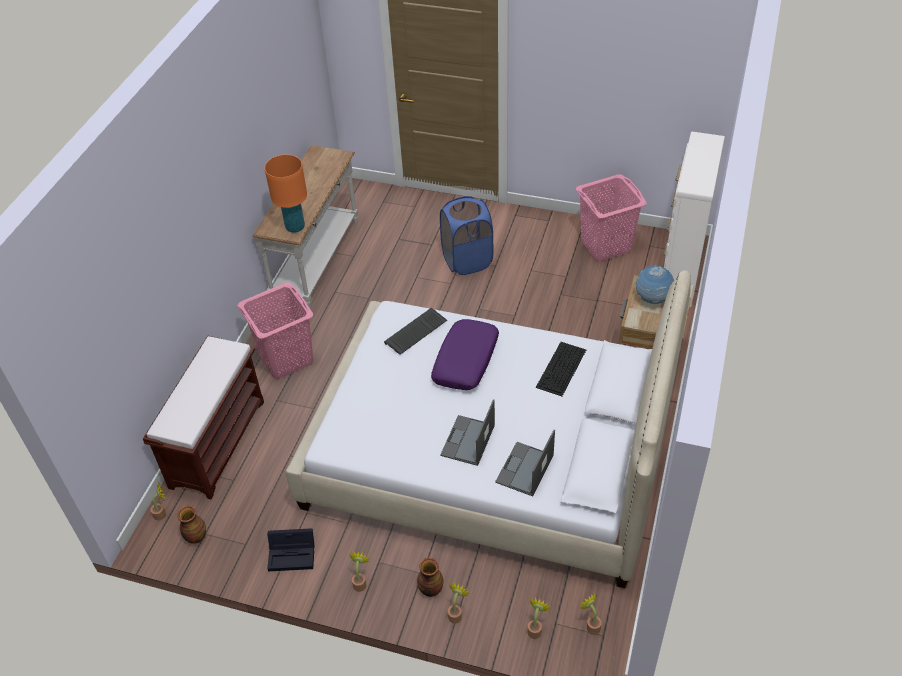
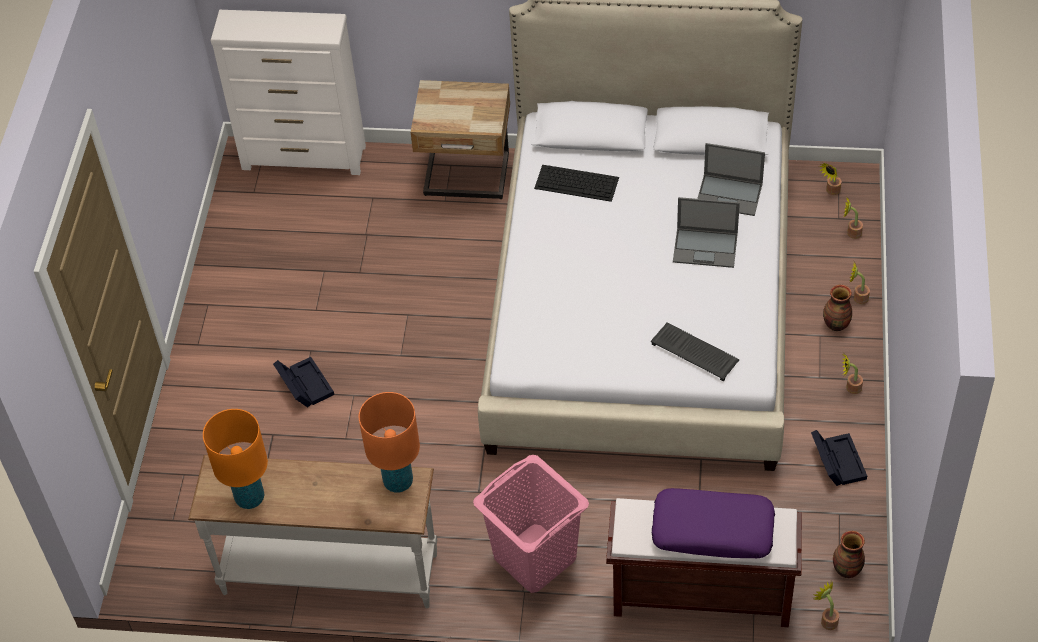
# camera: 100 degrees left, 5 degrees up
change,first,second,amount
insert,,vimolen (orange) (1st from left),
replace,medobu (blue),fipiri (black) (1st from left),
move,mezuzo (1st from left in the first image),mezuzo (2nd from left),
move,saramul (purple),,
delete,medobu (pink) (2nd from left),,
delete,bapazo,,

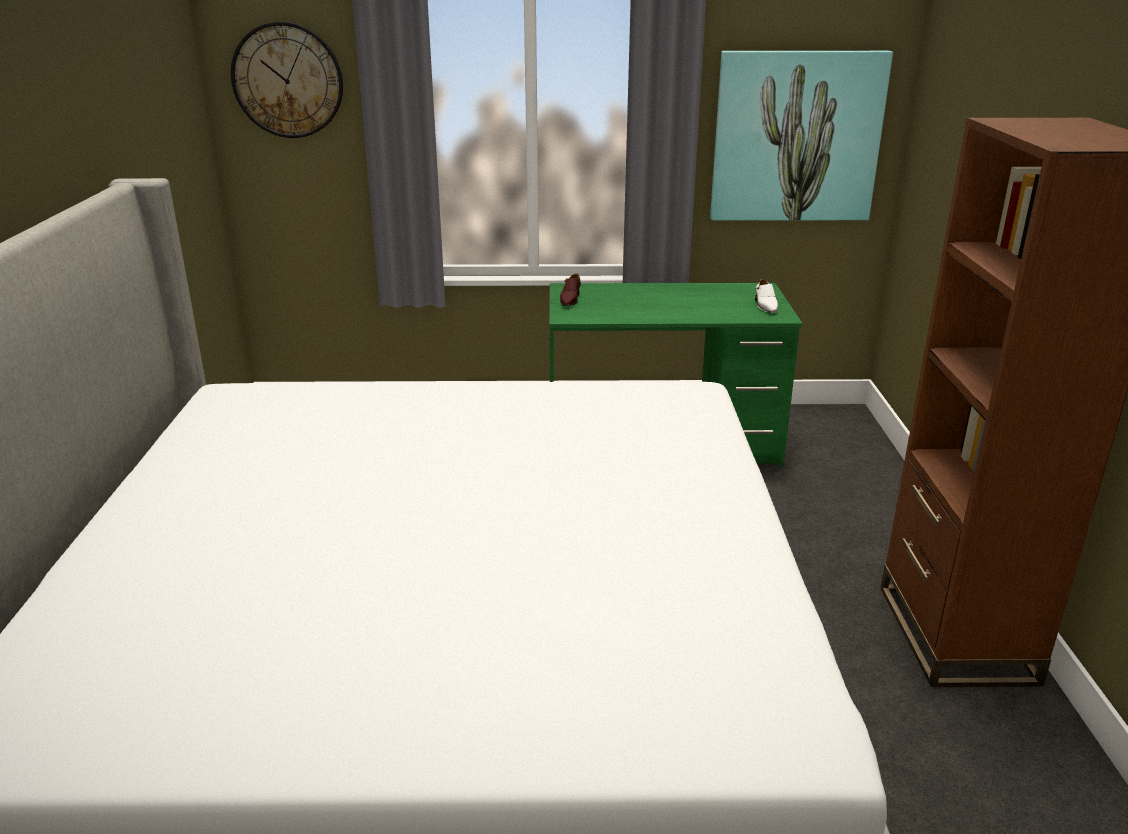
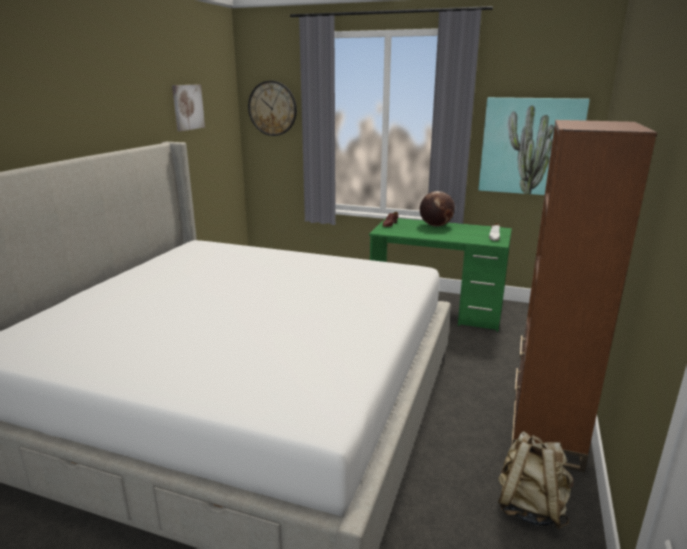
# camera: 20 degrees right, 5 degrees down
change,first,second,amount
insert,,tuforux (1st from left),
insert,,bapazo,
insert,,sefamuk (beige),

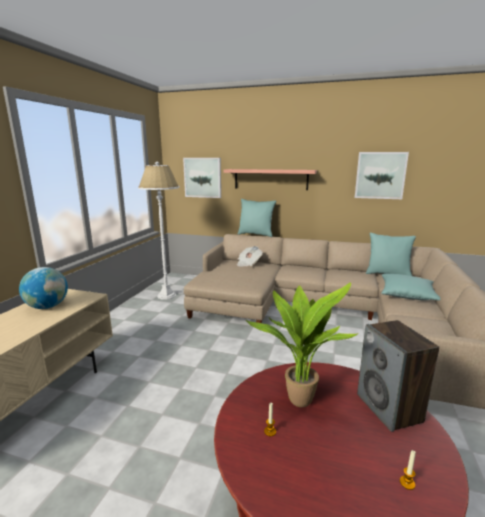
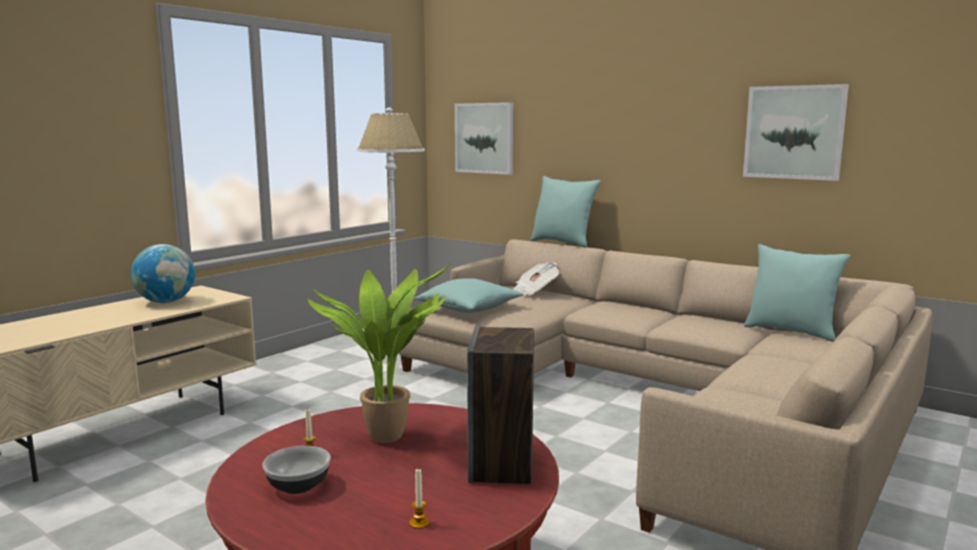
# camera: 20 degrees right, 5 degrees down
change,first,second,amount
insert,,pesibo,
move,saramul (turquoise) (3rd from left in the first image),saramul (turquoise) (1st from left),
delete,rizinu,,

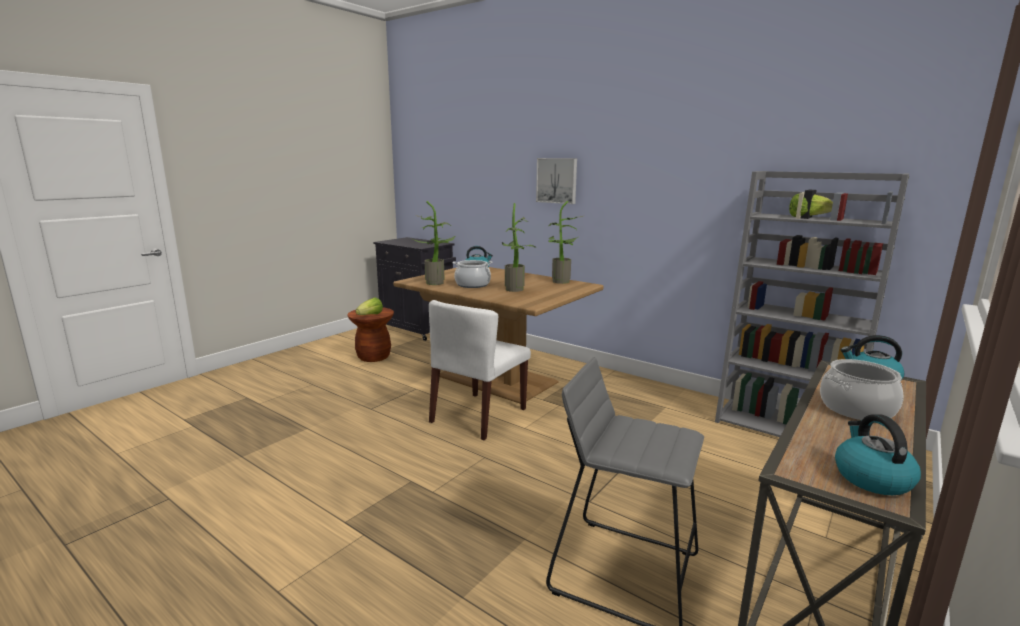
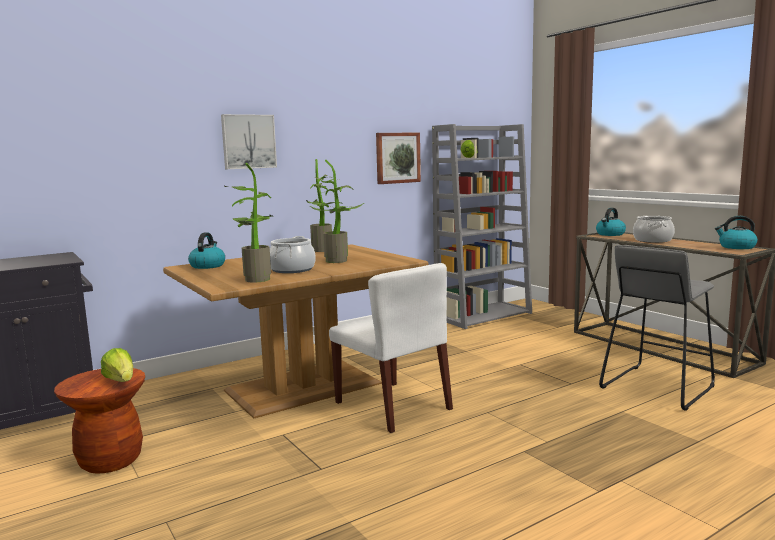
# camera: 70 degrees left, 5 degrees down
change,first,second,amount
insert,,tuforux (2nd from left),

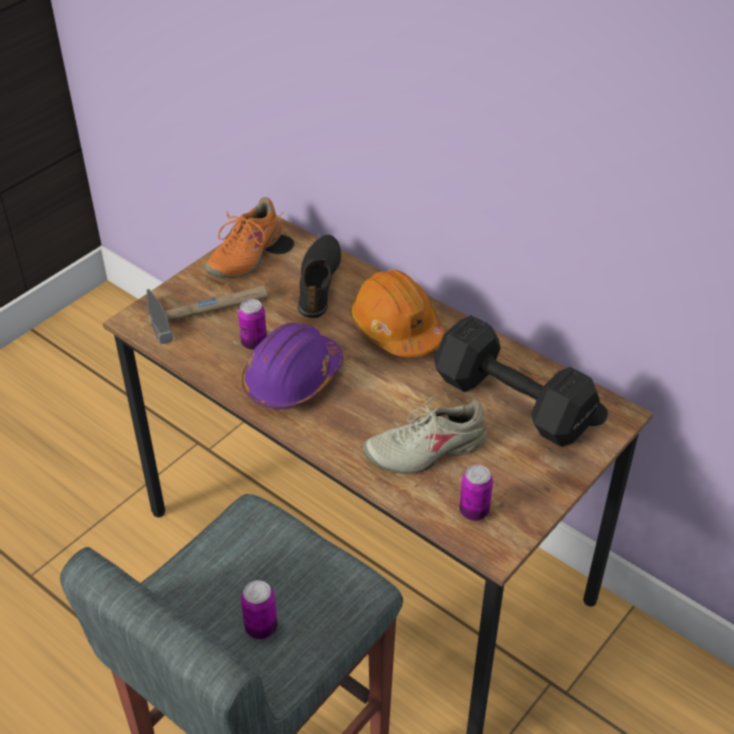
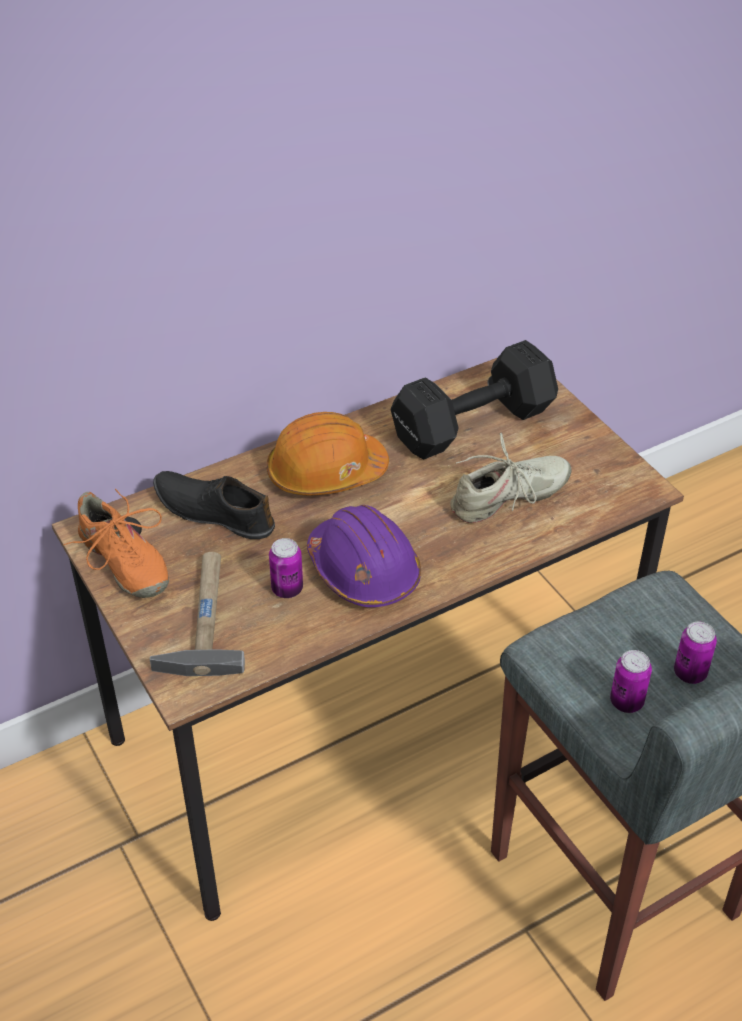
# camera: 70 degrees left, 0 degrees up
change,first,second,amount
rotate,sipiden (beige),,120 degrees counterclockwise
move,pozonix (3rd from left in the first image),pozonix (2nd from left),

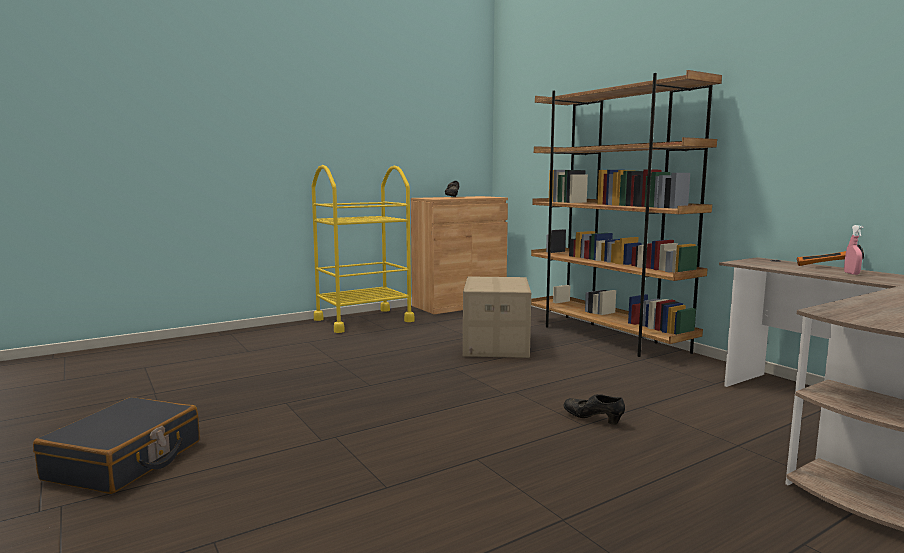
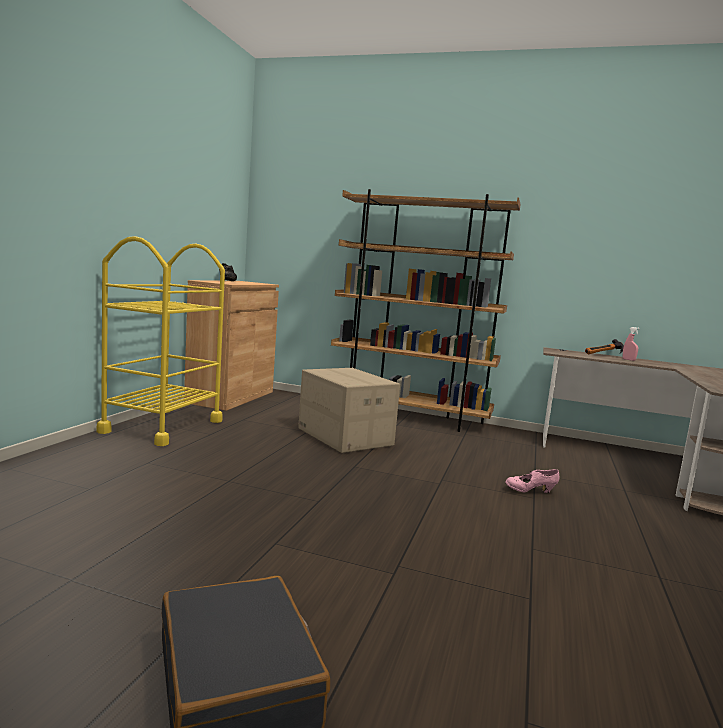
# camera: 40 degrees left, 0 degrees up
change,first,second,amount
recolor,sipiden (black) (2nd from left),sipiden (pink),

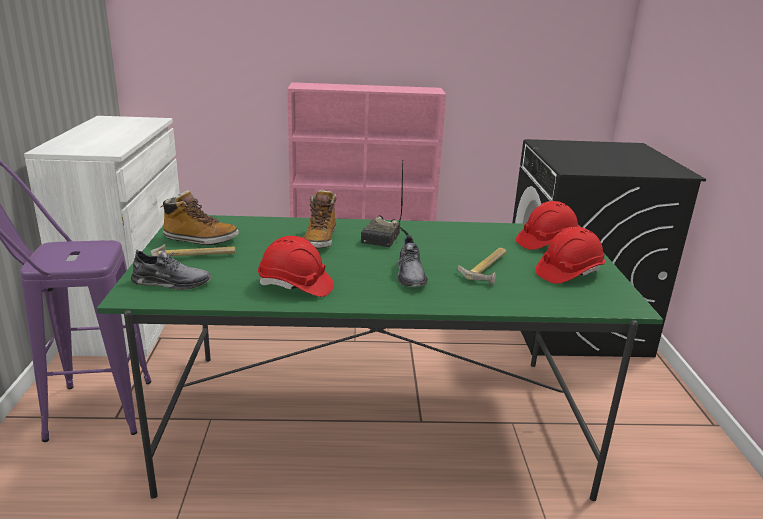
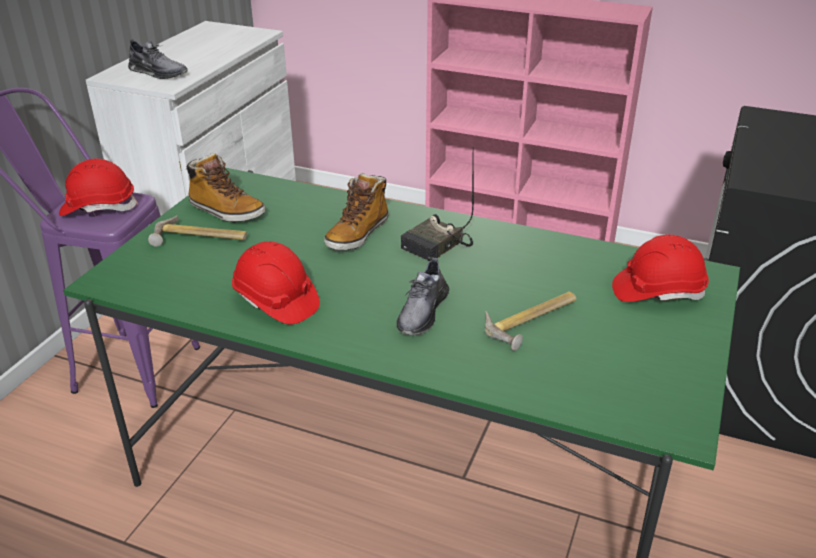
# camera: 25 degrees right, 10 degrees up
change,first,second,amount
move,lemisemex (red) (3rd from left in the first image),lemisemex (red) (1st from left),
move,sipiden (grey) (1st from left),,

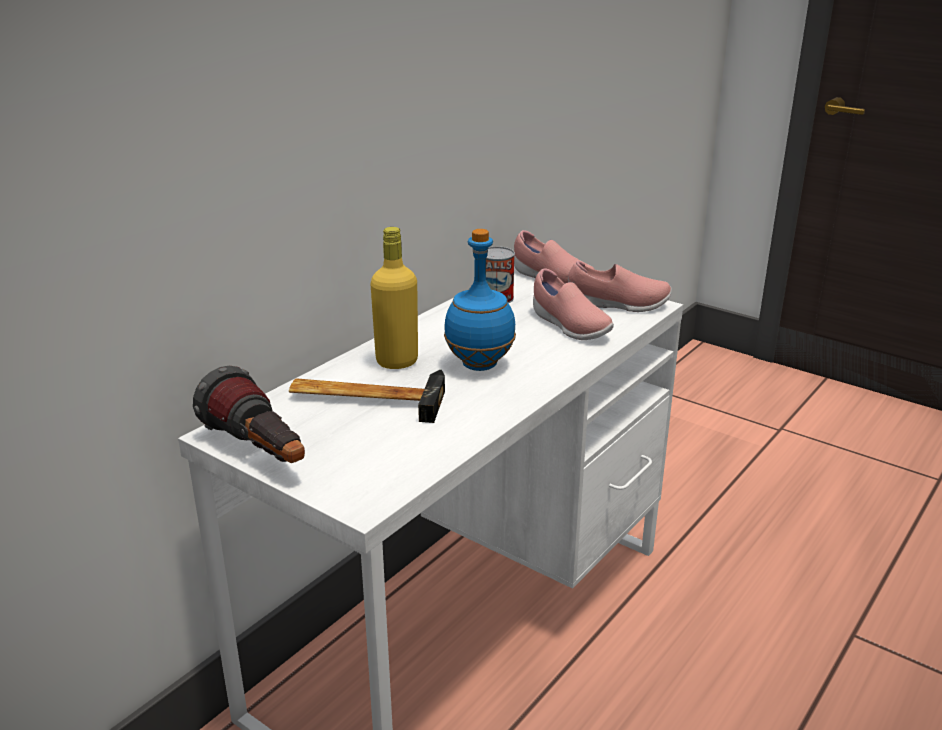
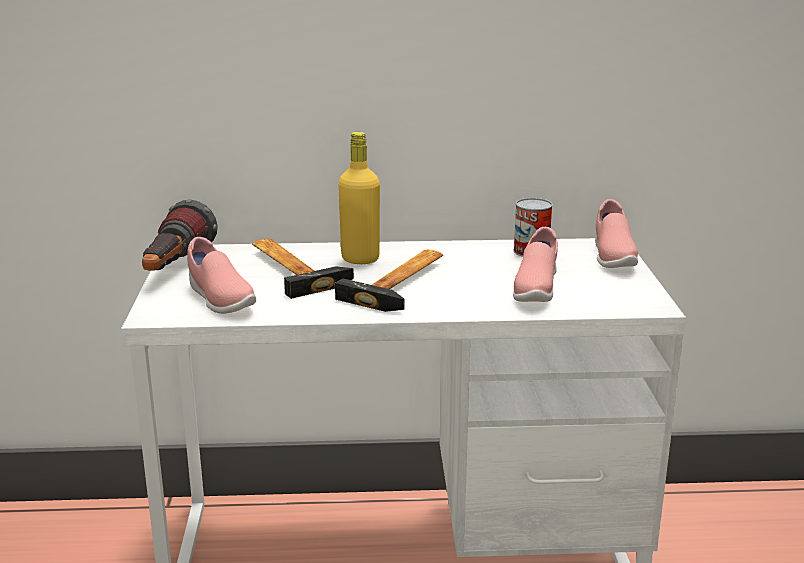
# camera: 50 degrees right, 5 degrees down
change,first,second,amount
move,sipiden (pink) (3rd from left in the first image),sipiden (pink) (1st from left),
replace,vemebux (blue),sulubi (2nd from left),

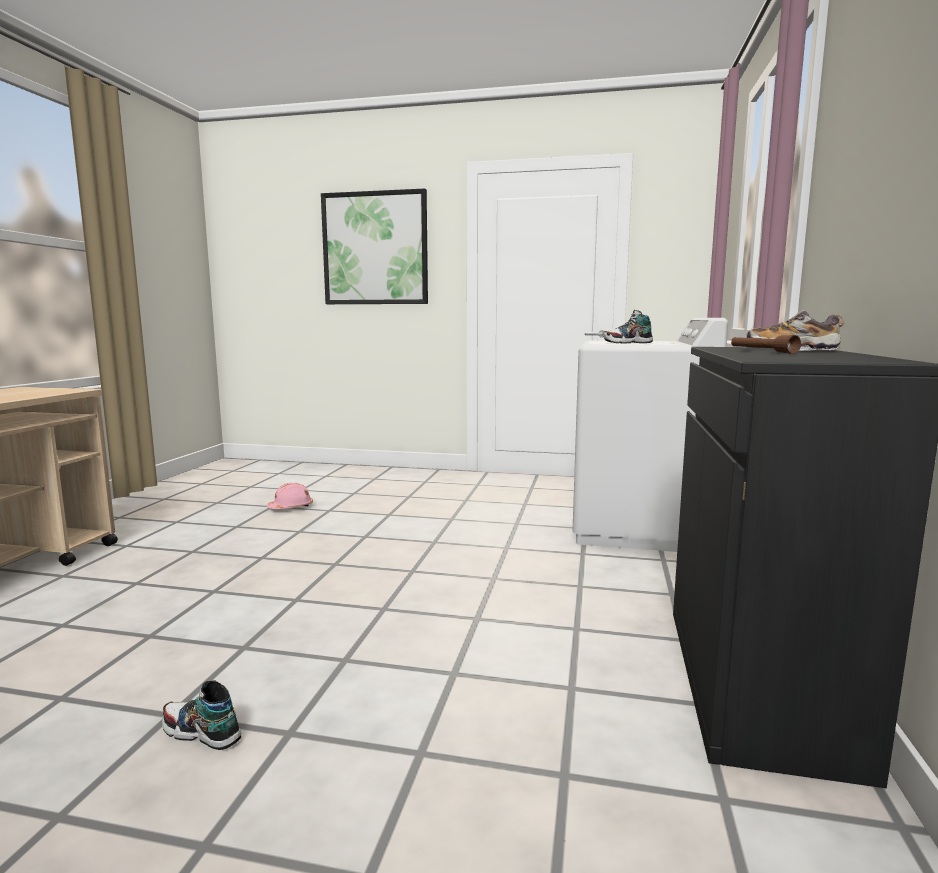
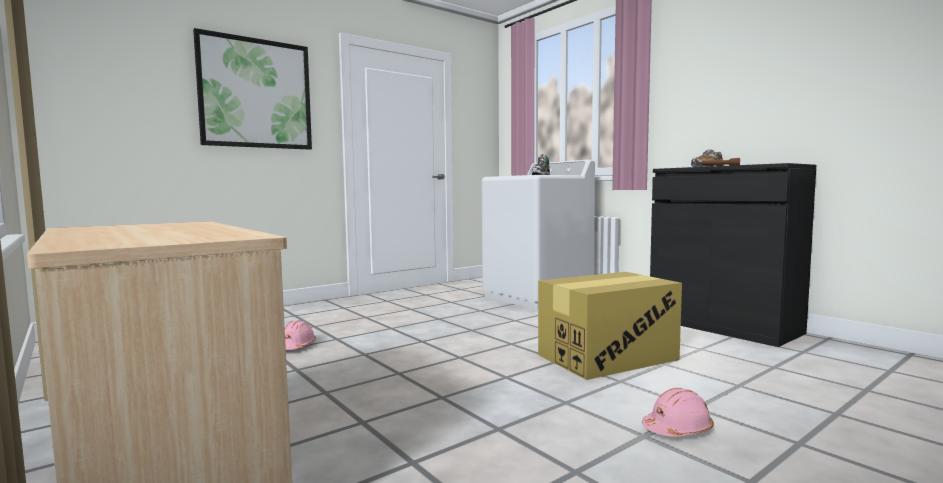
# camera: 50 degrees left, 5 degrees down
change,first,second,amount
insert,,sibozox,
replace,sipiden (1st from left),lemisemex (pink) (2nd from left),

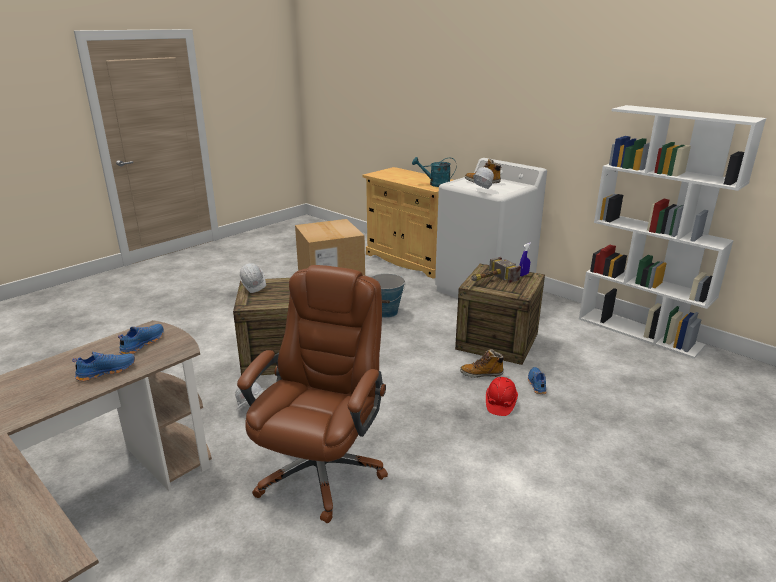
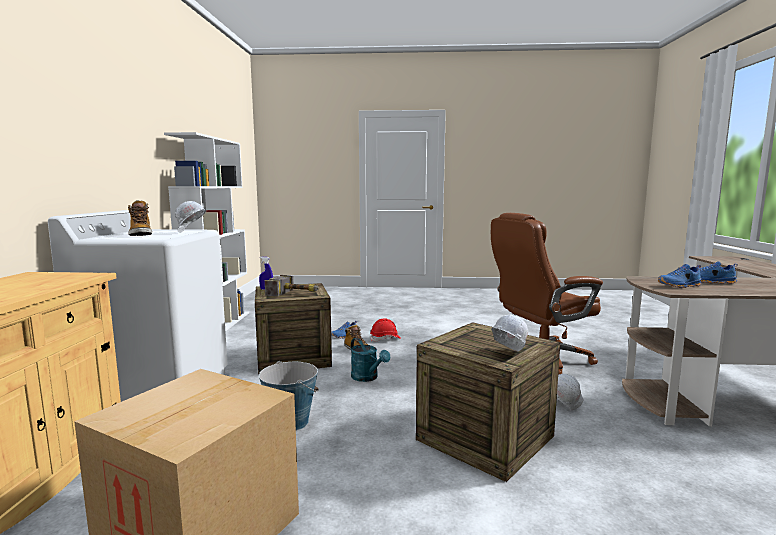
# camera: 130 degrees left, 15 degrees down
change,first,second,amount
move,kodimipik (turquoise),,

